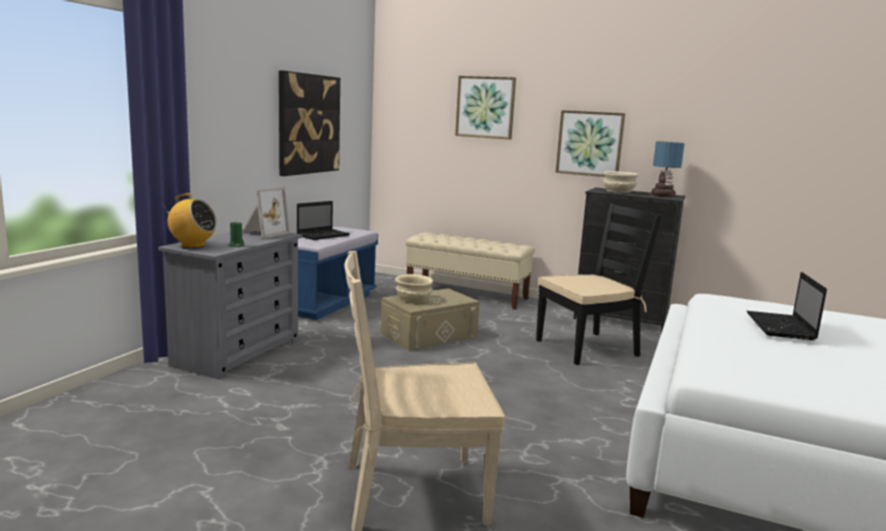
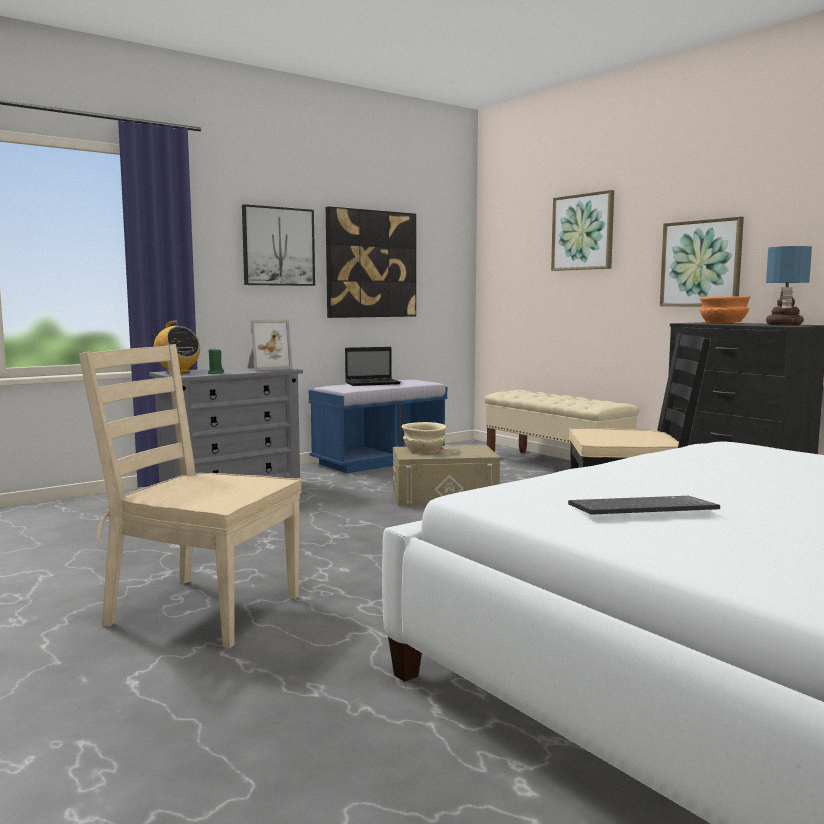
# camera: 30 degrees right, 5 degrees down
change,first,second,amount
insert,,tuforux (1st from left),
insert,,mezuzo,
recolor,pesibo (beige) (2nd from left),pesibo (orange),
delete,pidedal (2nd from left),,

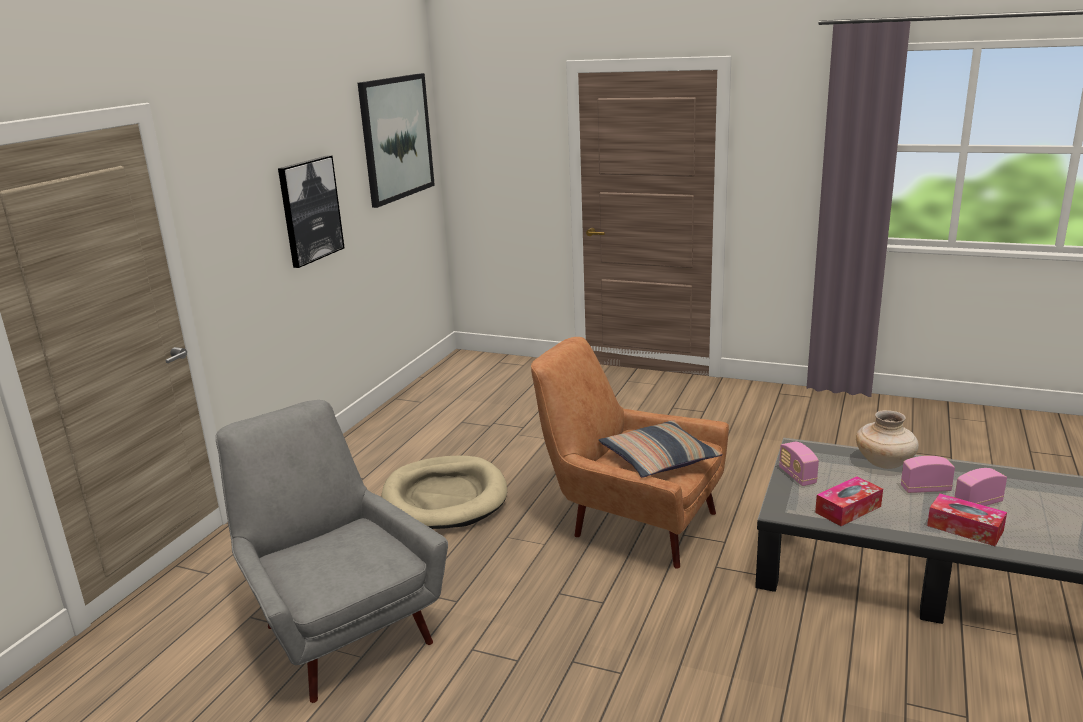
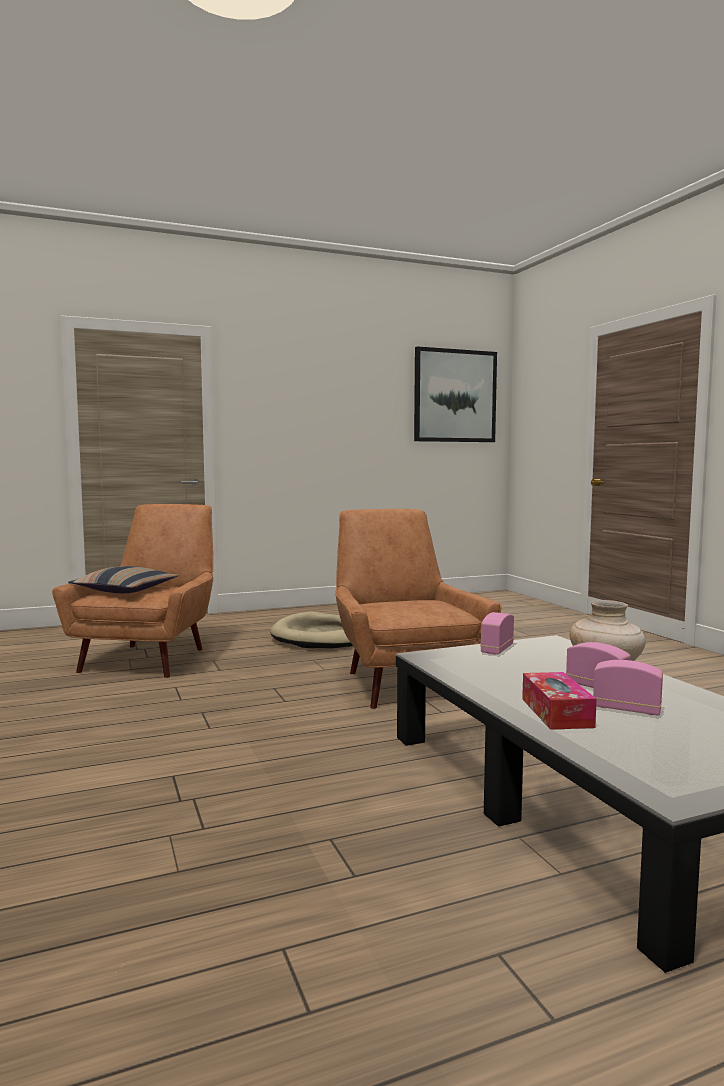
# camera: 45 degrees right, 15 degrees down
change,first,second,amount
recolor,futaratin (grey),futaratin (brown) (1st from left),
move,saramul,,
delete,tuforux (1st from left),,
delete,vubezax (1st from left),,

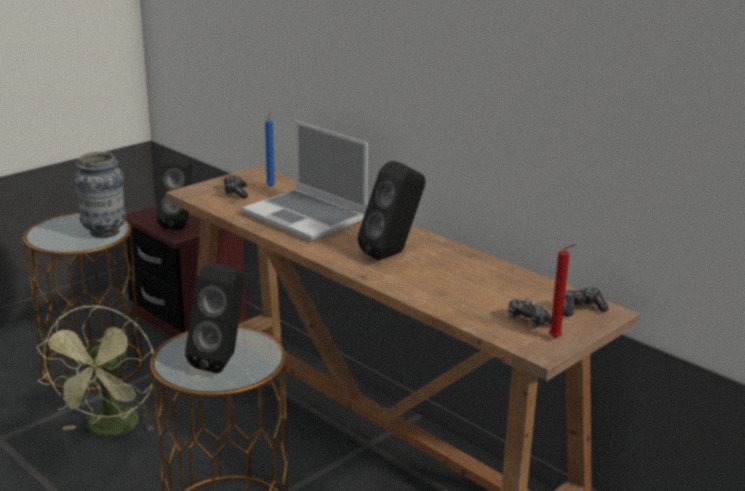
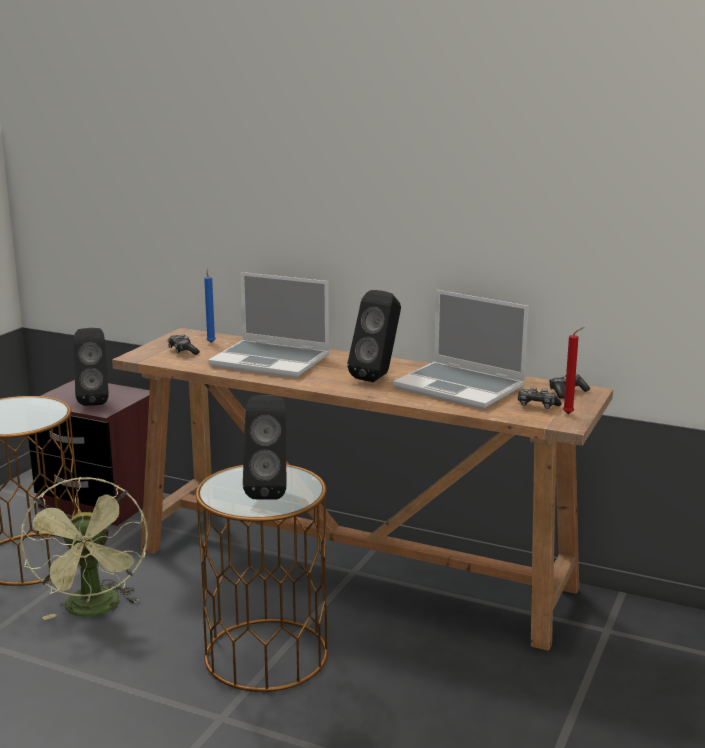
# camera: 20 degrees left, 5 degrees down
change,first,second,amount
insert,,pidedal (2nd from left),
delete,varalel,,

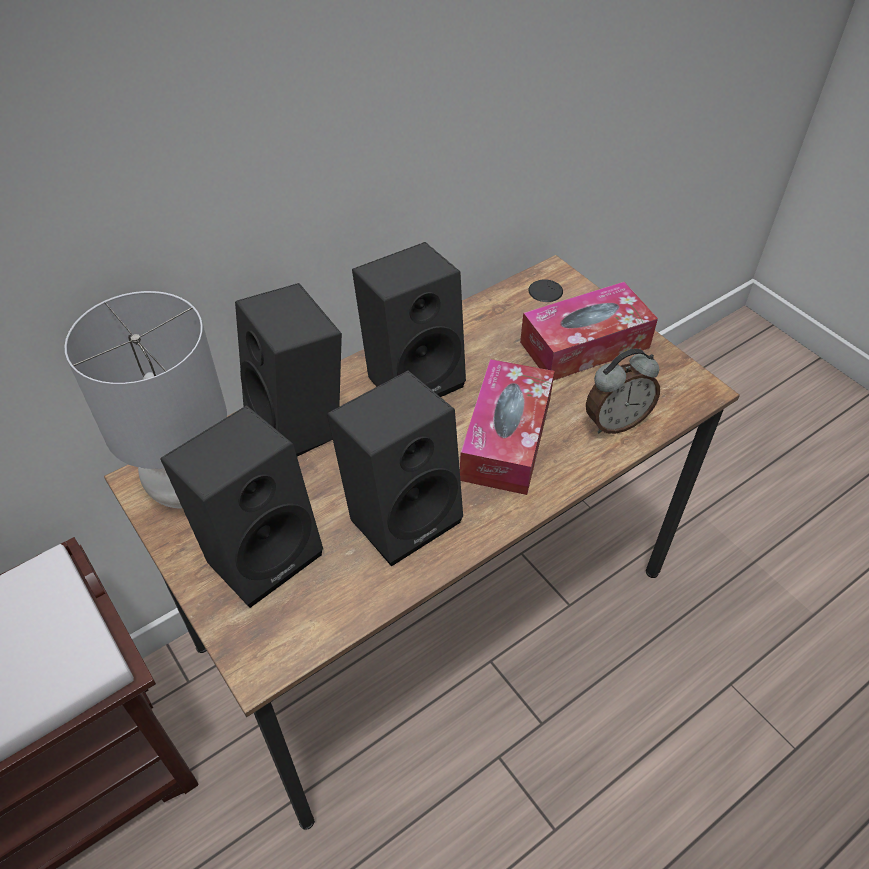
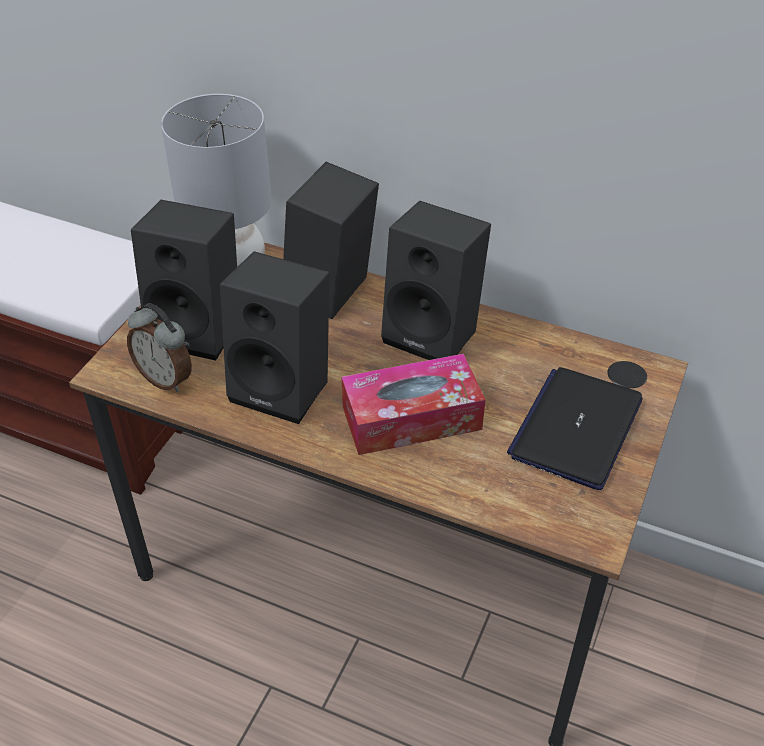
# camera: 60 degrees right, 5 degrees down
change,first,second,amount
move,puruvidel,,
replace,vubezax (2nd from left),pidedal,

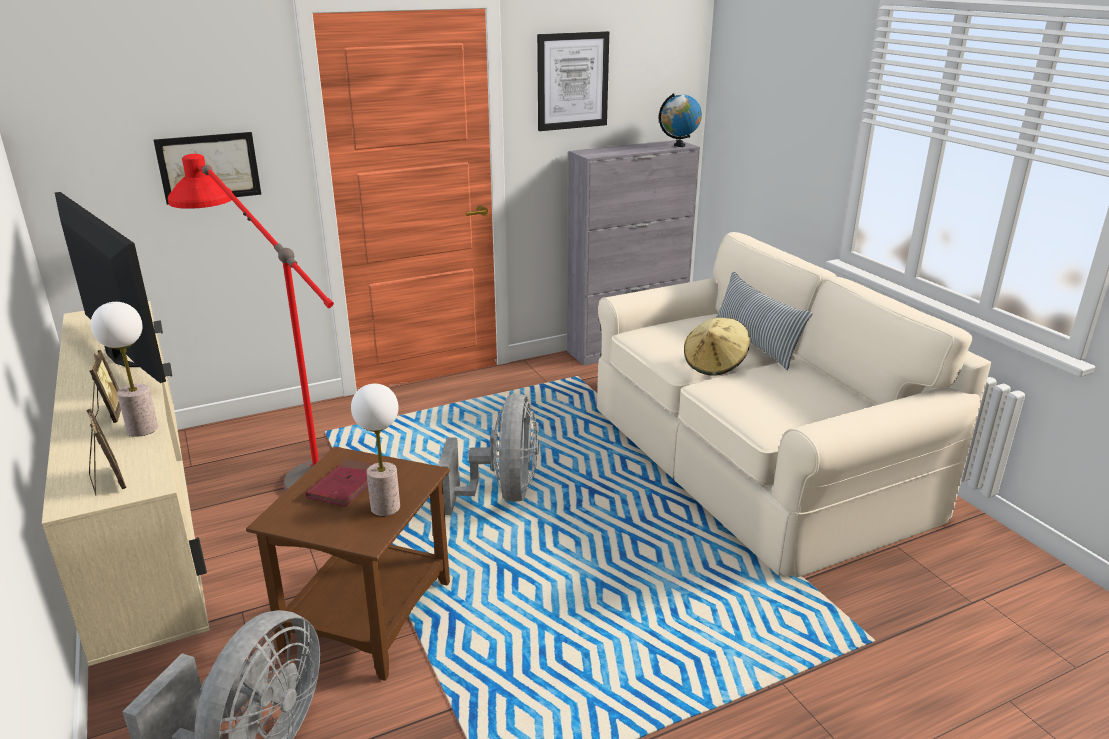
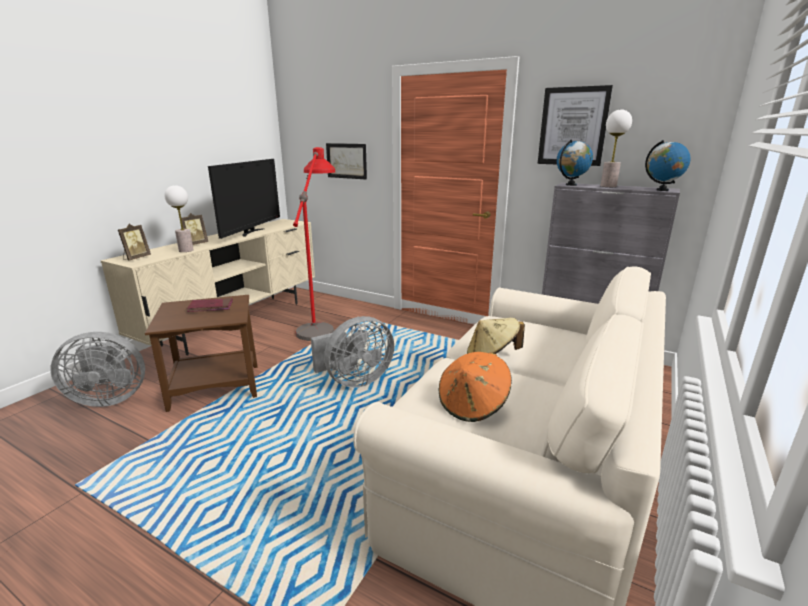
# camera: 55 degrees right, 5 degrees down
change,first,second,amount
insert,,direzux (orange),
insert,,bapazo (1st from left),
move,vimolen (2nd from left),,
delete,saramul,,

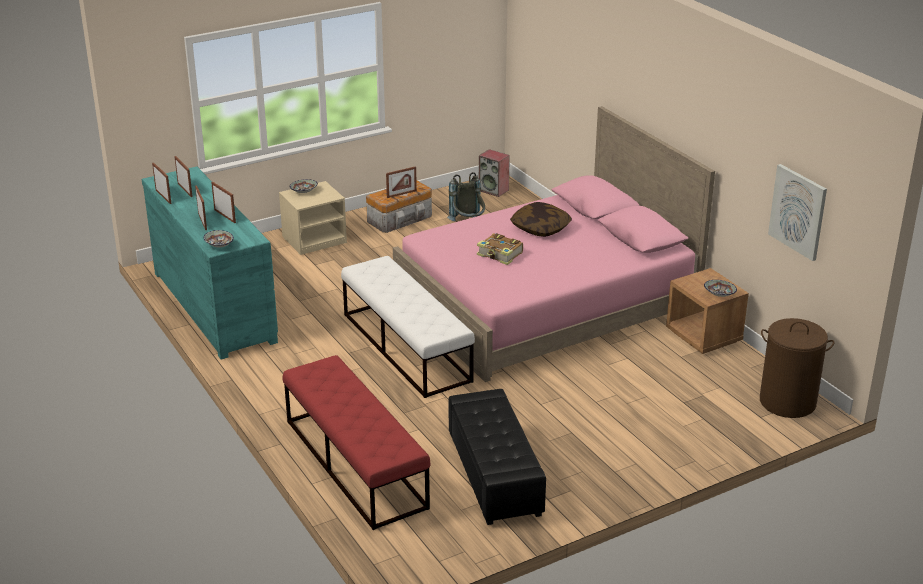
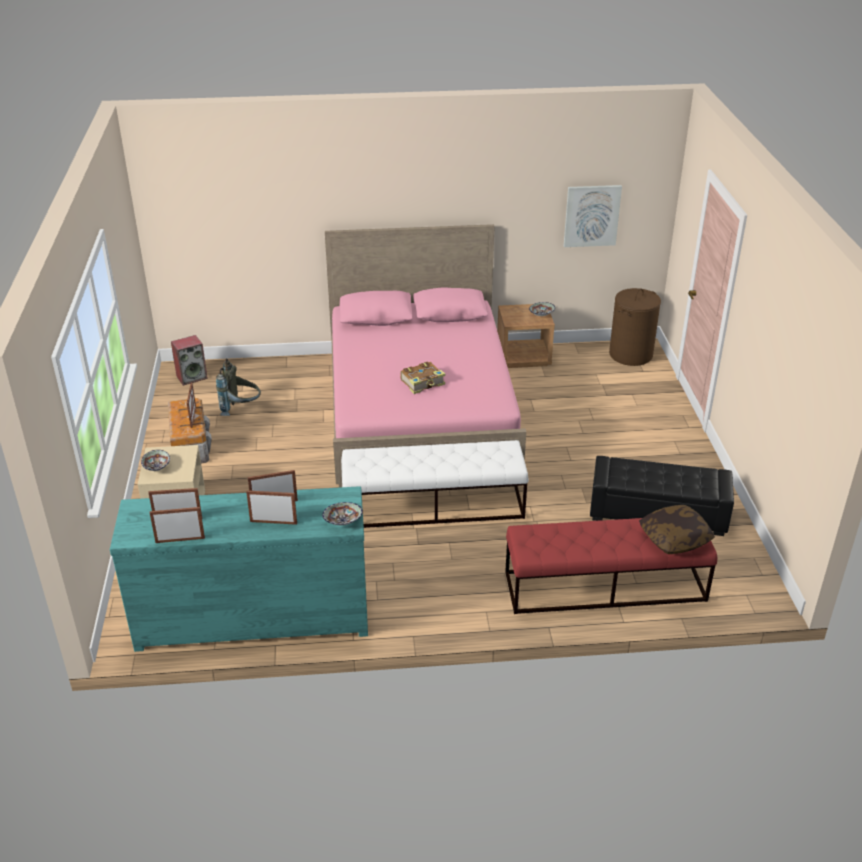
# camera: 65 degrees left, 5 degrees up
change,first,second,amount
move,saramul,,

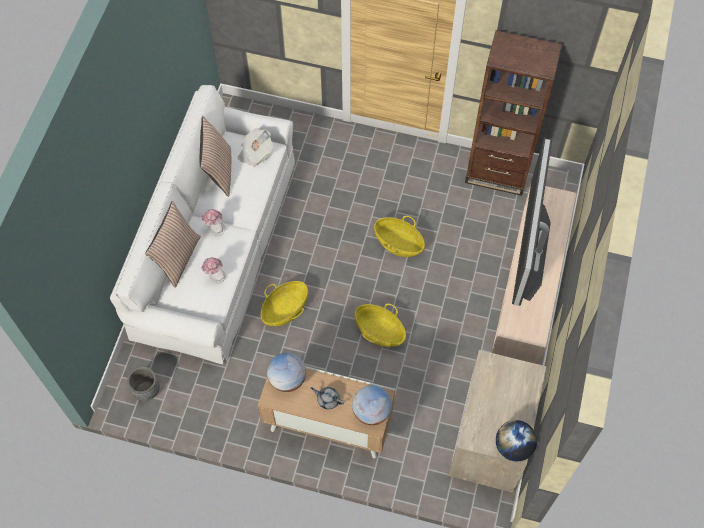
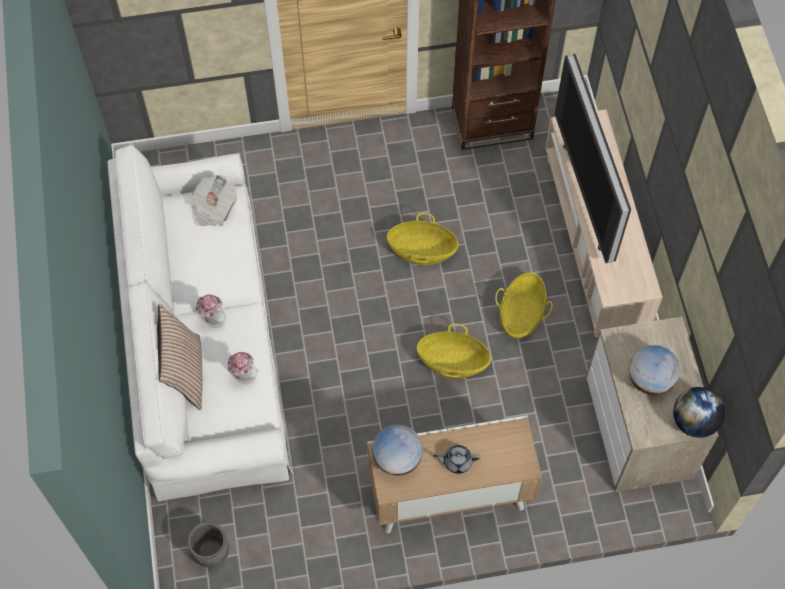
# camera: 25 degrees left, 0 degrees up
change,first,second,amount
move,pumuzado (1st from left in the first image),pumuzado (3rd from left),
move,bapazo (2nd from left),,
delete,saramul (2nd from left),,

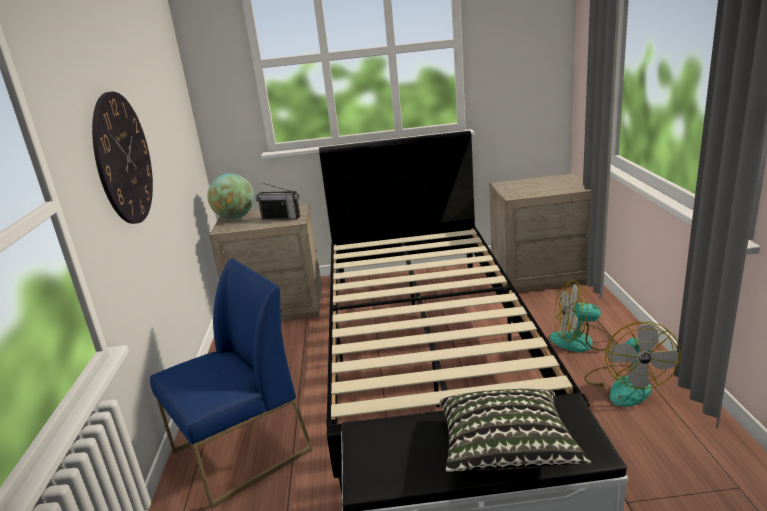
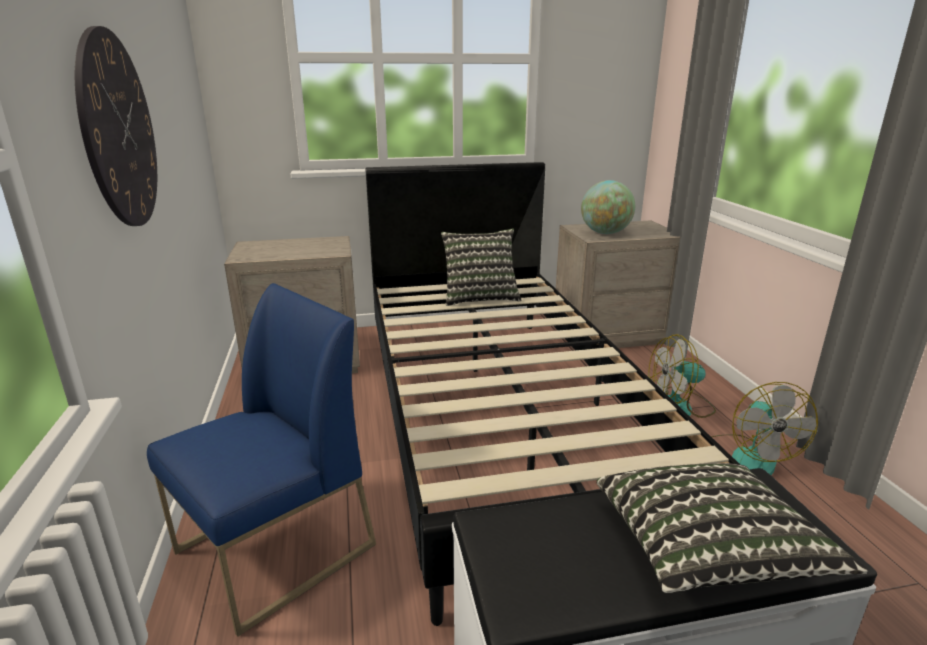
# camera: 10 degrees left, 0 degrees up
change,first,second,amount
insert,,saramul (1st from left),
move,bapazo,,
delete,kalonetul,,

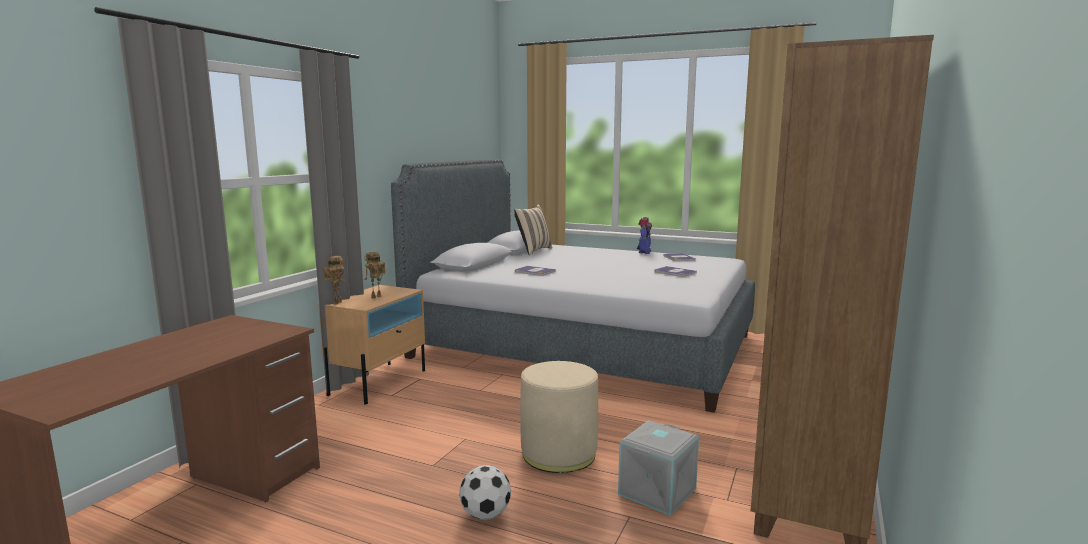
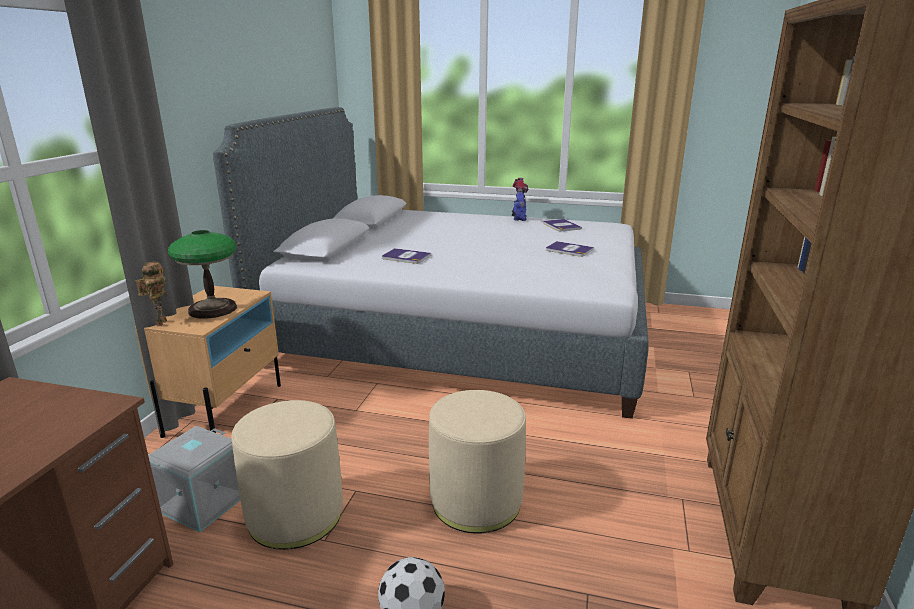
# camera: 10 degrees left, 10 degrees up
change,first,second,amount
move,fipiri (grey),,
replace,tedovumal (2nd from left),vimolen,
insert,,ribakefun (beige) (1st from left),
delete,saramul (beige),,

